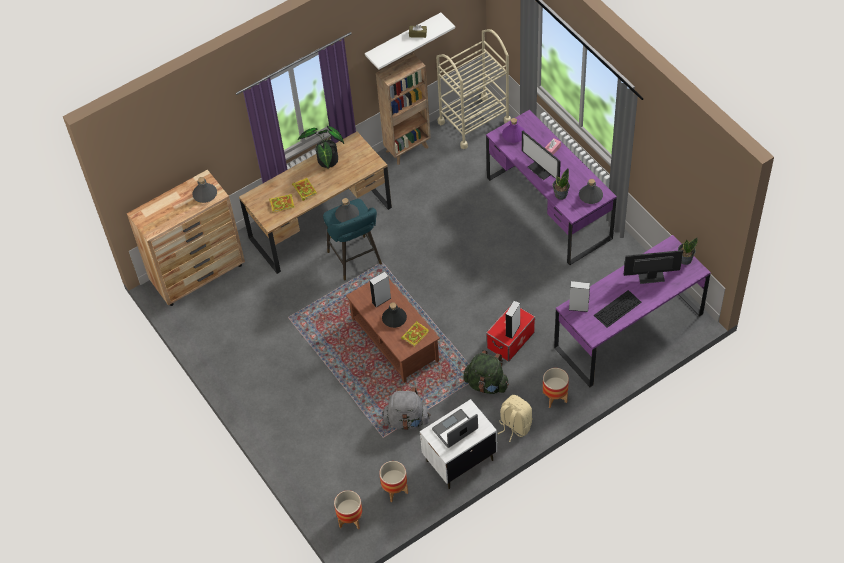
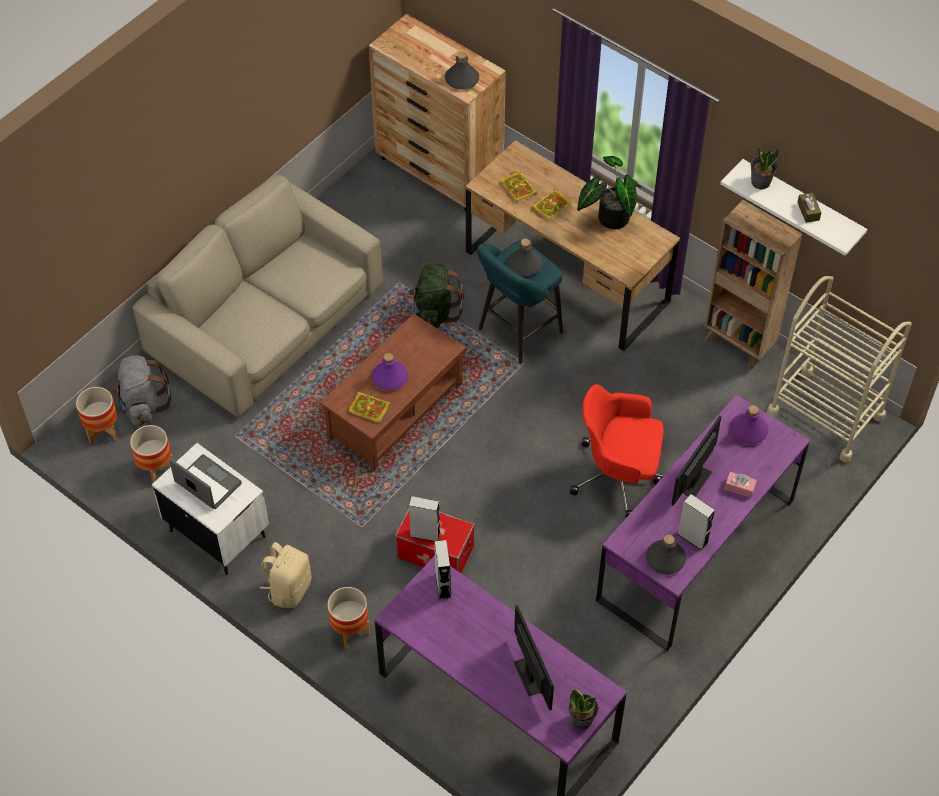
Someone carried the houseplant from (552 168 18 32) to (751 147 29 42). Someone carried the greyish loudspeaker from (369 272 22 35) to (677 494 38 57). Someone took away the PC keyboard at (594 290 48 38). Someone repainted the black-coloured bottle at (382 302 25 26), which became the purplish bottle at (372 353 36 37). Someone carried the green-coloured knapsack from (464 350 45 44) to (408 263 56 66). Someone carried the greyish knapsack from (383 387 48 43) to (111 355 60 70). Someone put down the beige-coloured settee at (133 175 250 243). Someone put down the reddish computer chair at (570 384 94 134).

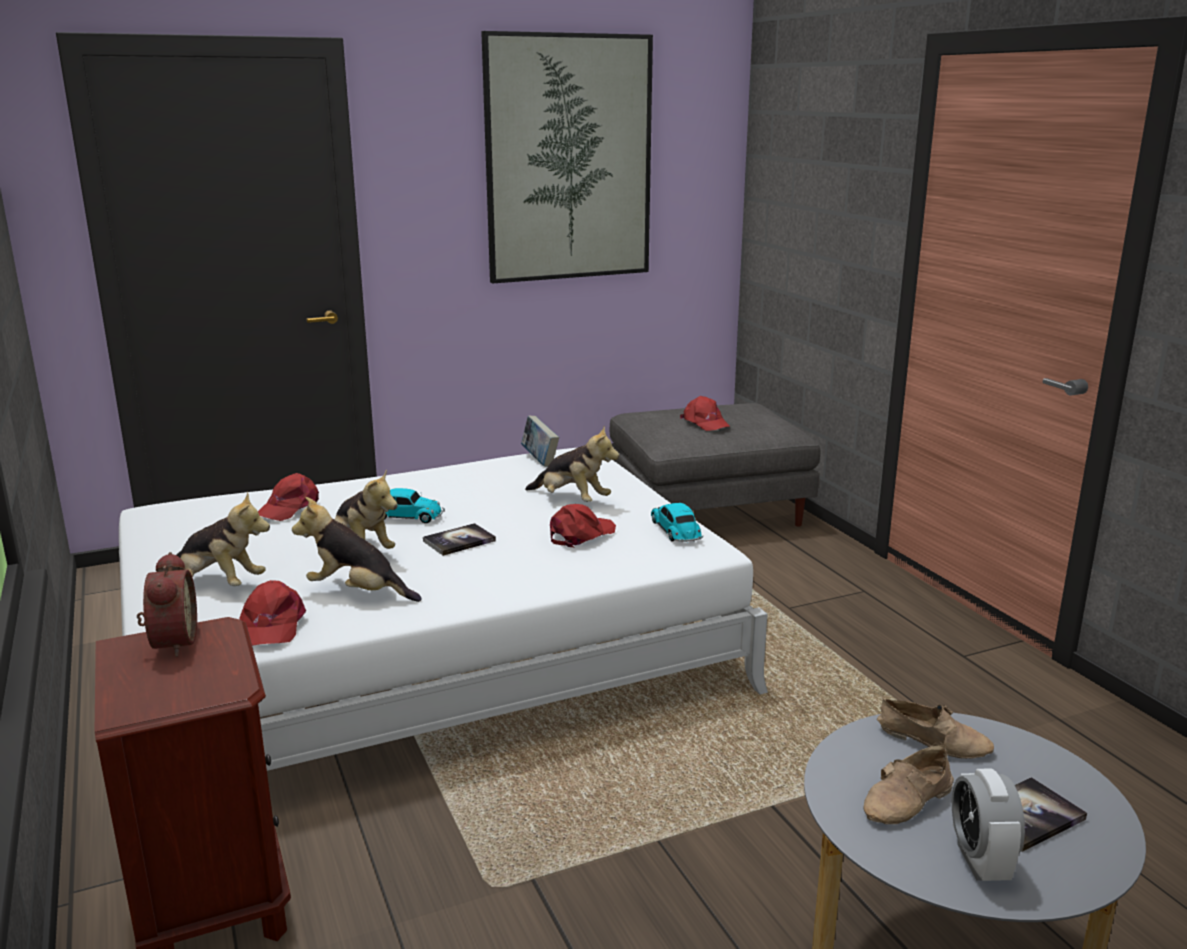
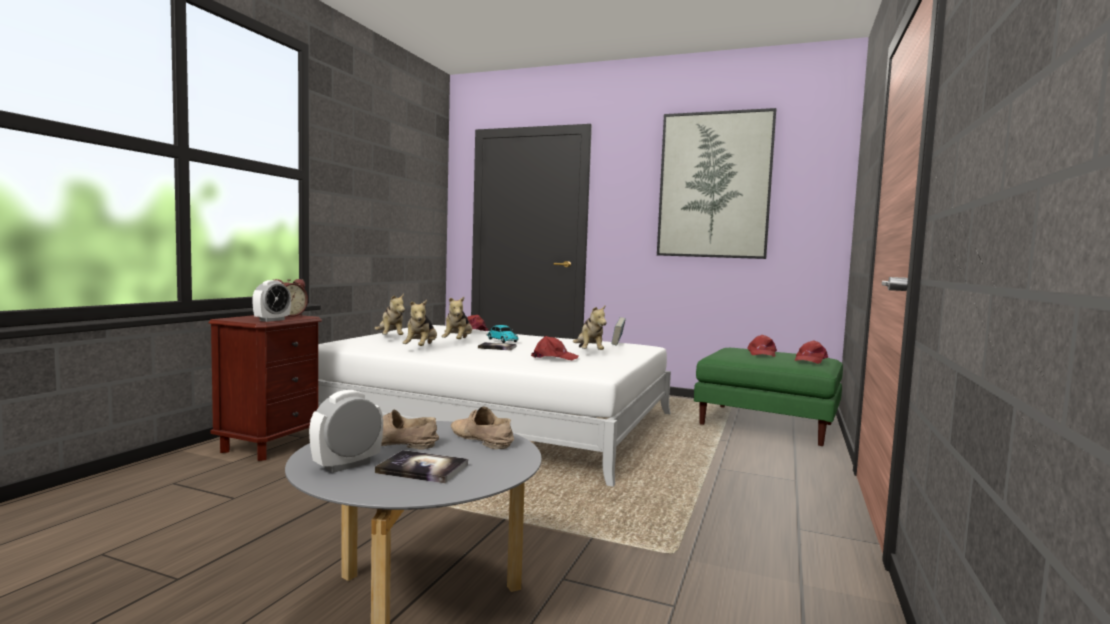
Someone repainted the greyish footrest at (610 403 210 124), which became the green-coloured footrest at (694 348 149 98). Someone rotated the soft toy at (292 497 130 105) by 150 degrees counterclockwise. Someone took away the model car at (651 503 52 40). Someone carried the reddish baseball cap from (239 580 67 66) to (795 341 33 23). Someone rotated the beige-coloured low shoe at (877 698 117 61) by 150 degrees clockwise. Someone put down the alarm clock at (252 280 39 42).

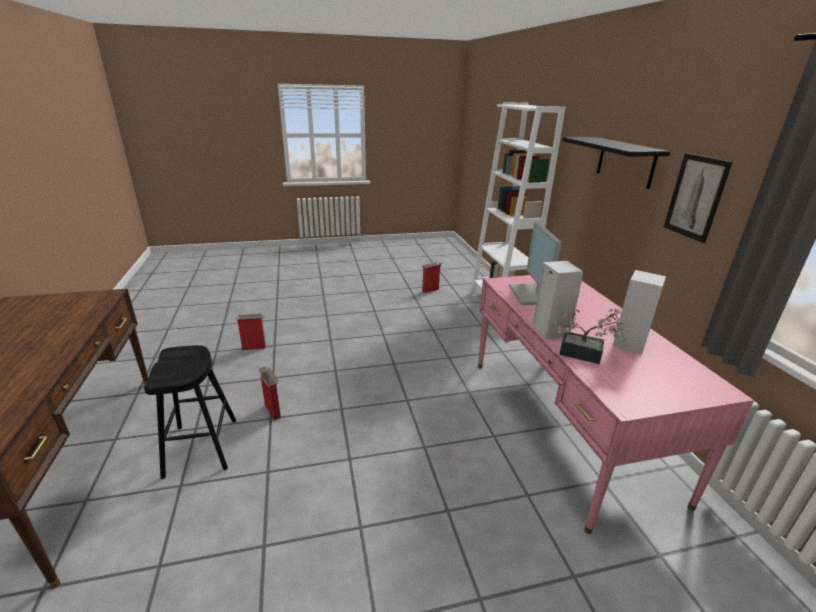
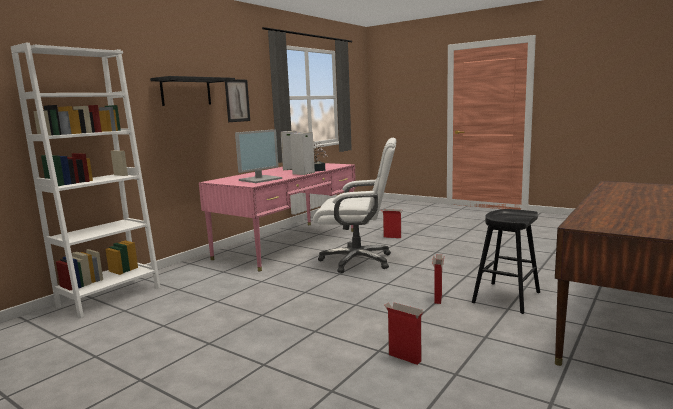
Someone carried the packing box from (422 262 20 31) to (381 209 21 29). Someone put down the white-coloured computer chair at (313 138 83 135).

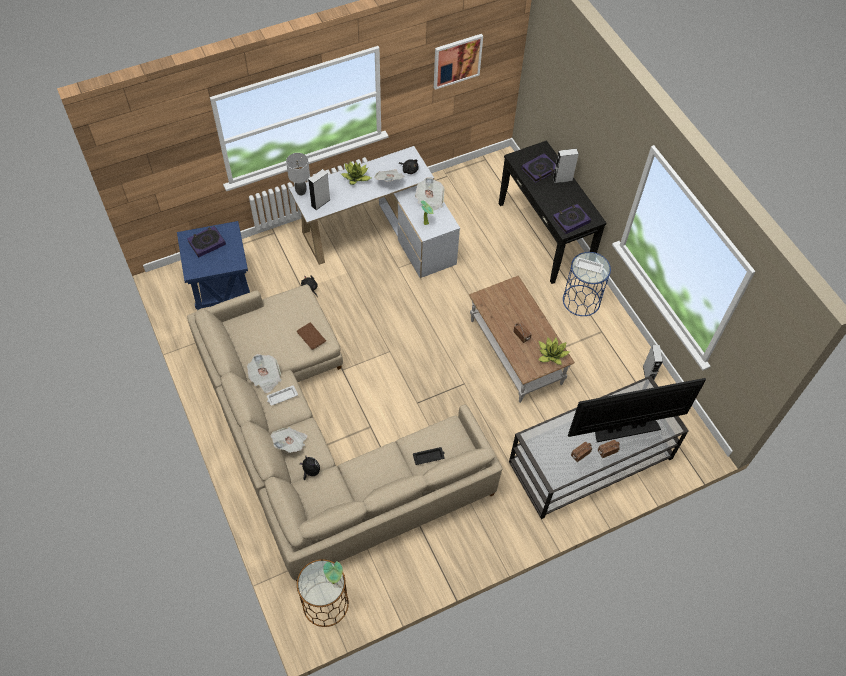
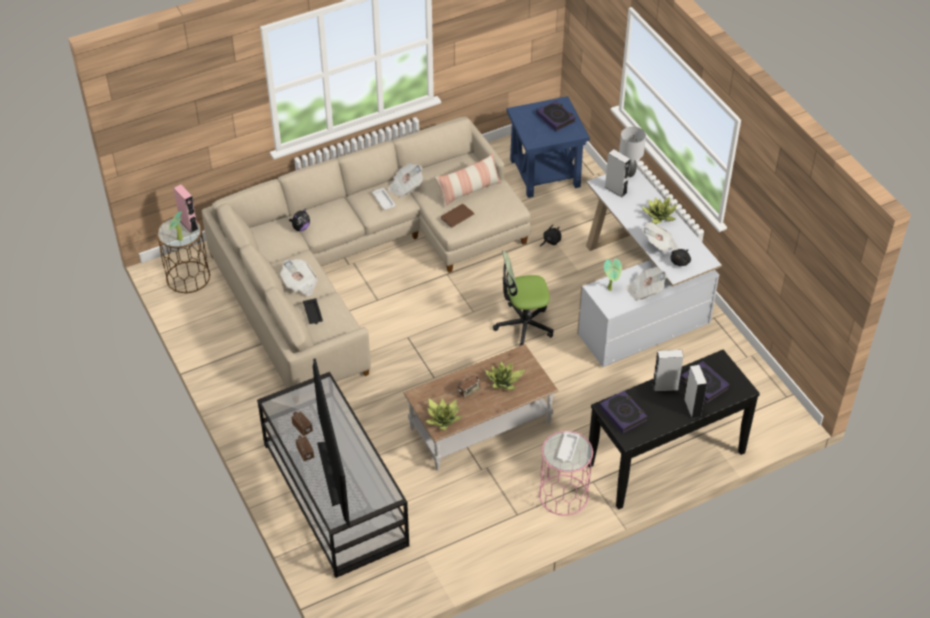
Someone took away the wall art at (434 34 49 56). Someone repainted the bluish end table at (563 252 48 64), which became the pink-coloured end table at (539 431 54 85). Someone carried the greyish loudspeaker from (643 345 20 35) to (652 350 31 42). Someone carried the daily paper from (271 427 37 26) to (280 259 39 37). Someone put down the cushion at (435 153 66 54). Someone put down the pink-coloured loudspeaker at (173 184 25 49). Someone put down the computer chair at (493 251 60 95). Someone put down the houseplant at (485 362 40 28).

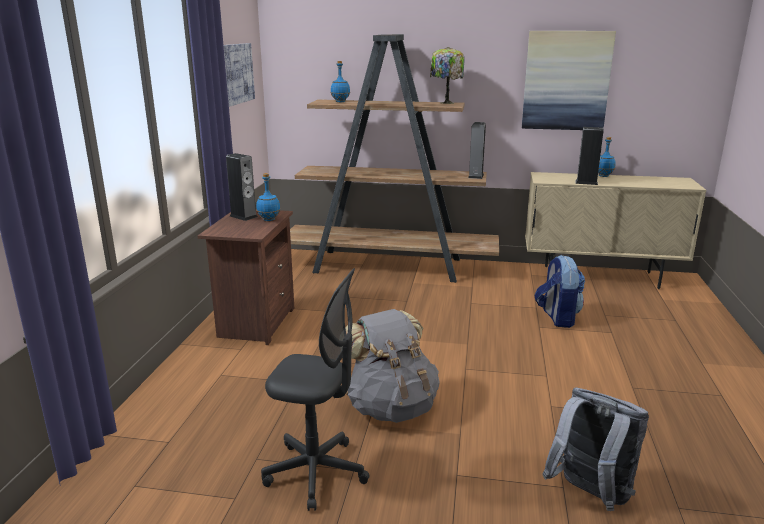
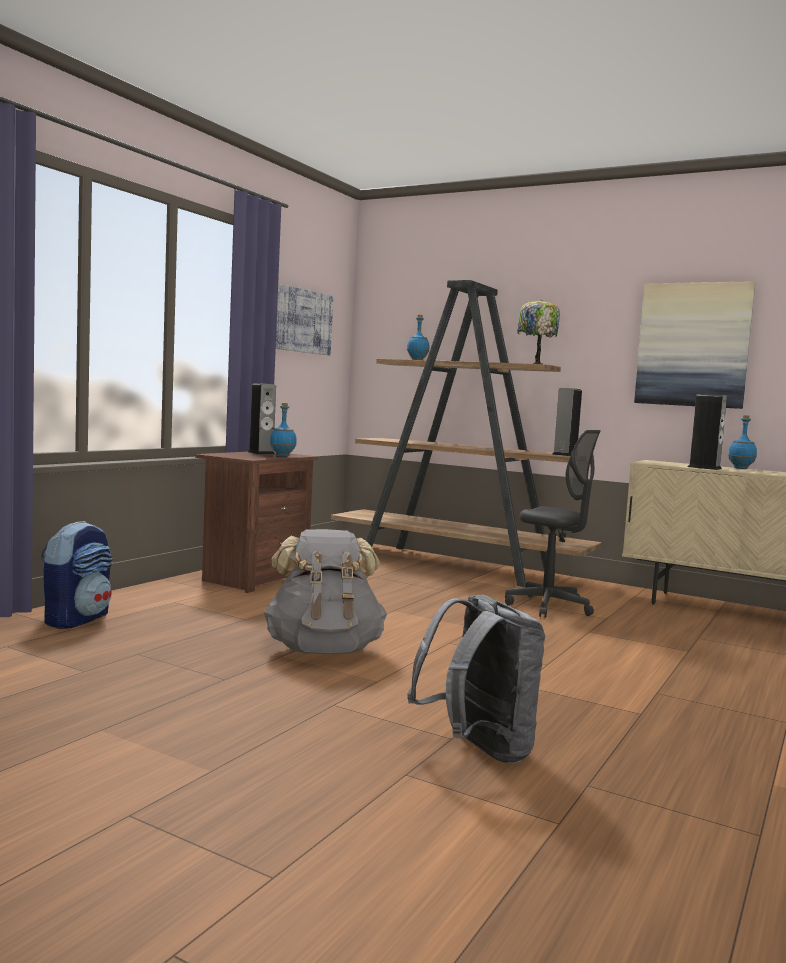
Someone carried the knapsack from (535 255 50 73) to (41 521 72 108). Someone carried the greyish computer chair from (261 268 109 243) to (505 430 96 188).

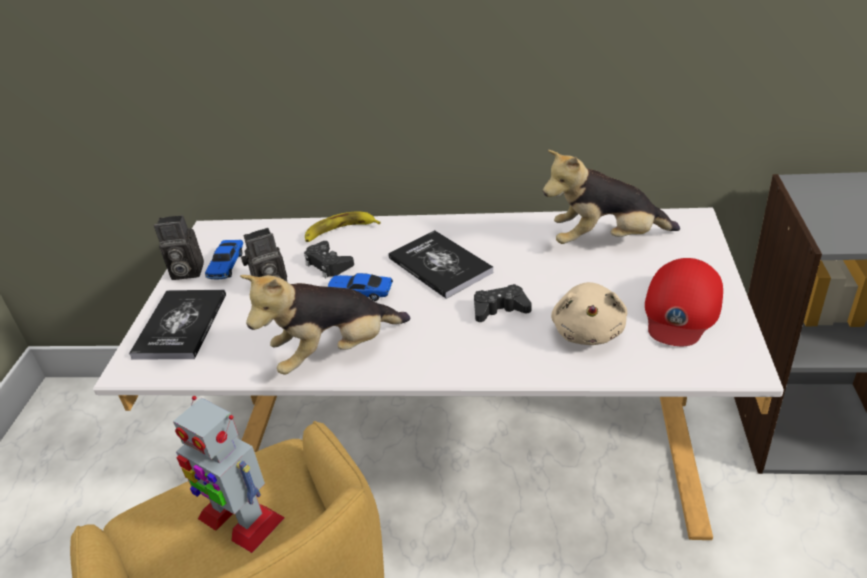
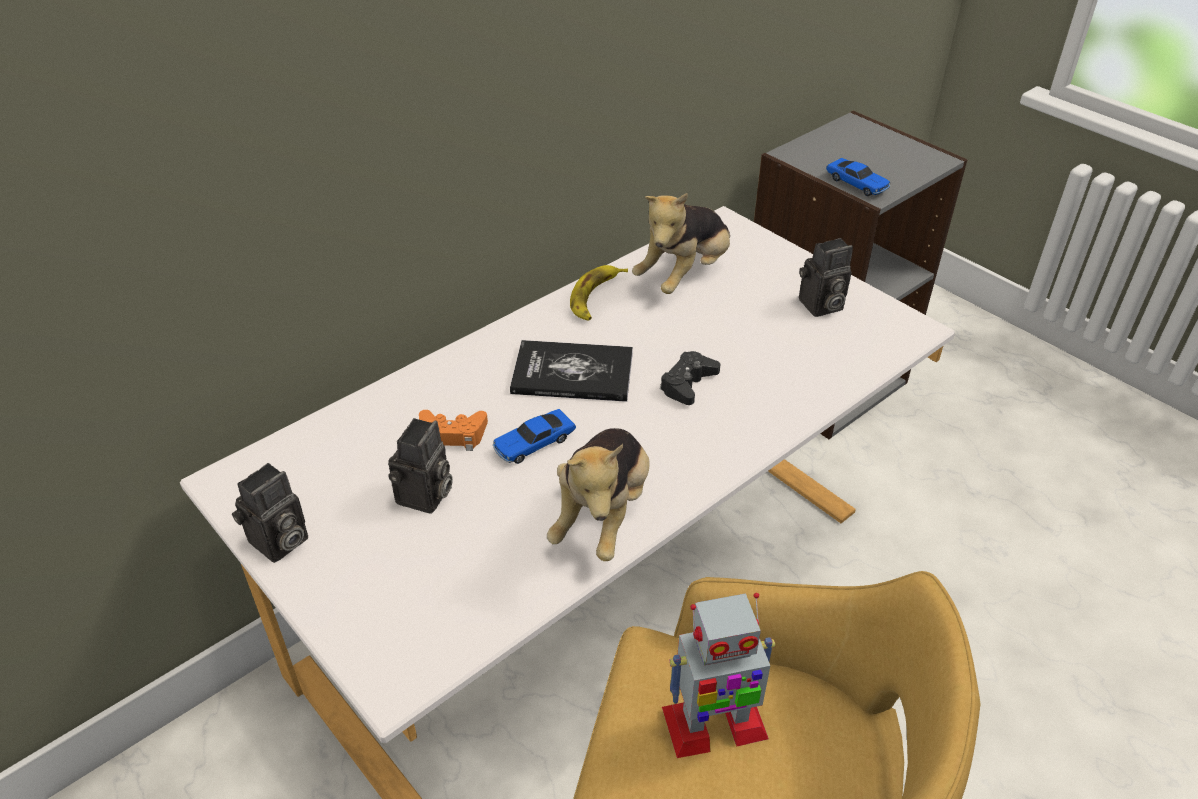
Someone carried the whole banana from (305 212 76 30) to (570 265 58 56). Someone carried the model car from (205 240 38 39) to (826 158 64 38). Someone repainted the black-coloured gamepad at (304 241 50 37), which became the orangey gamepad at (419 410 69 41). Someone swapped the reddish baseball cap at (645 258 78 88) for the still camera at (799 238 54 79). Someone took away the beige-coloured soft toy at (551 282 76 63). Someone took away the book at (129 290 97 69).

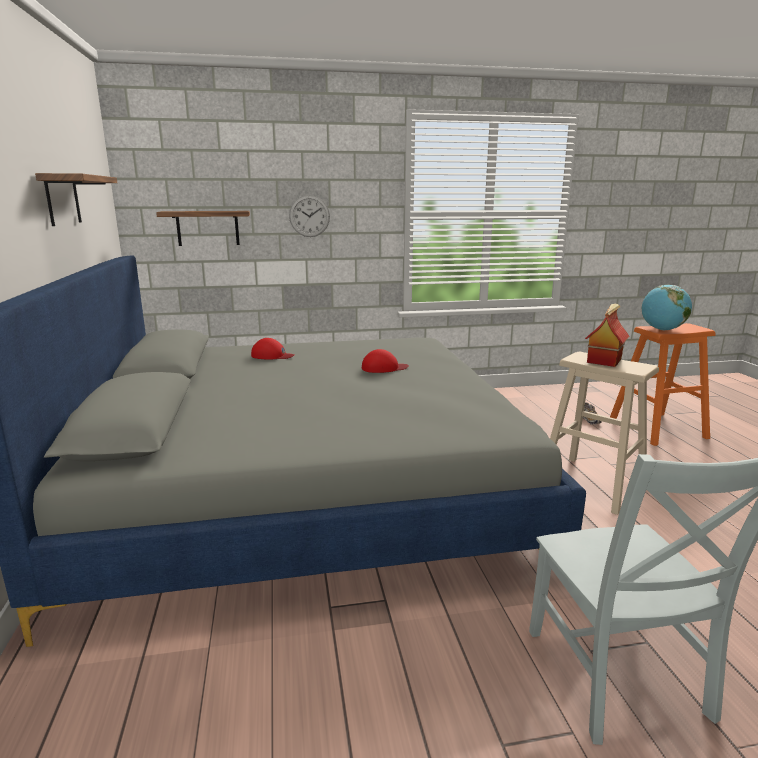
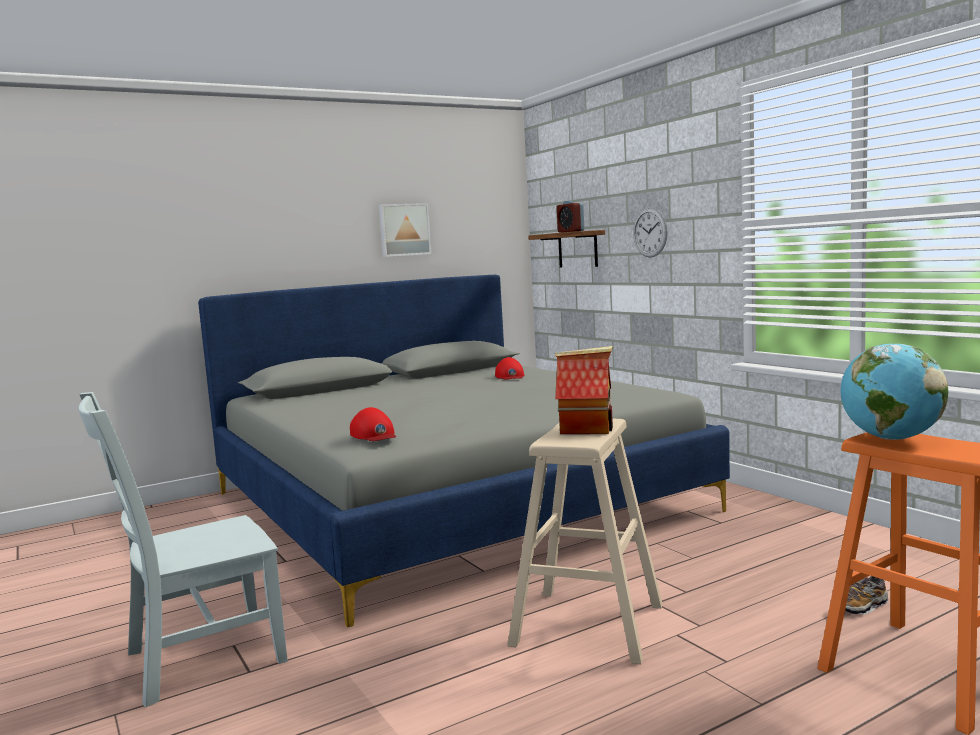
Someone swapped the shelf at (35 173 82 53) for the wall art at (379 203 53 54). Someone carried the reddish baseball cap from (362 349 47 24) to (350 407 46 34). Someone put down the alarm clock at (557 201 27 32).

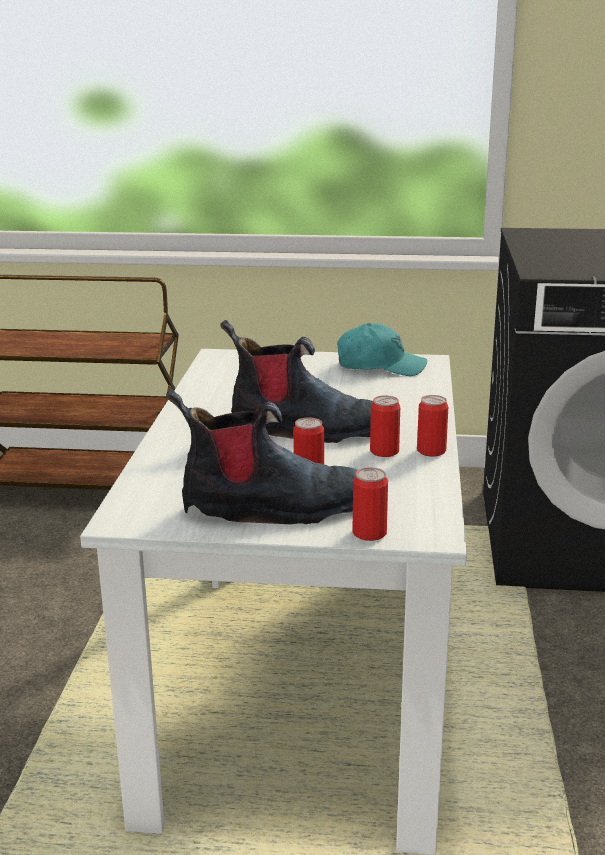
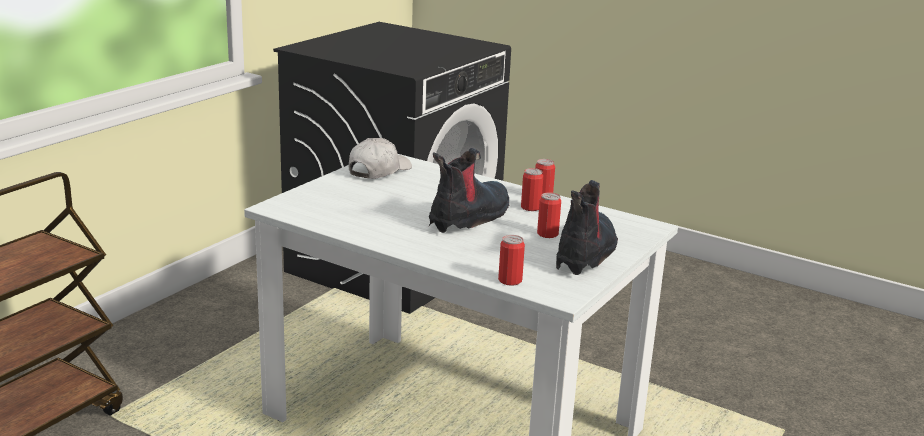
Someone repainted the turquoise baseball cap at (337 323 90 53), which became the white-coloured baseball cap at (349 138 63 41). Someone carried the sealed can from (352 467 36 74) to (498 235 27 51).

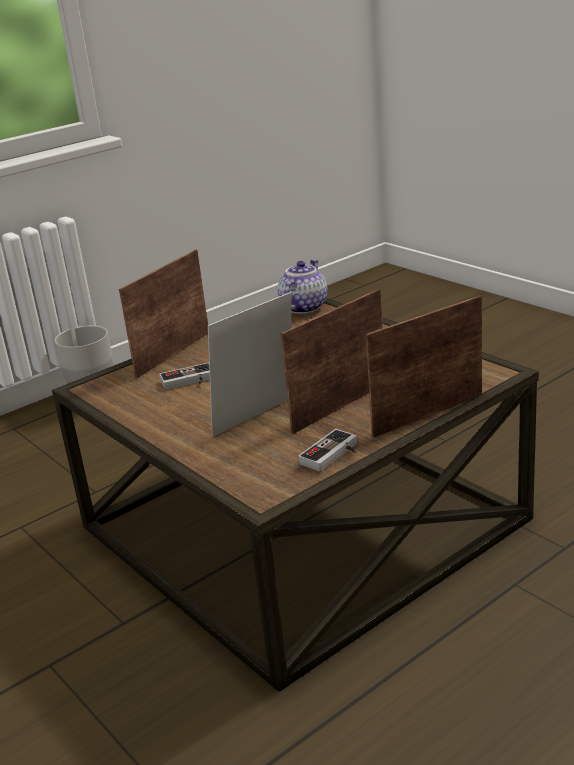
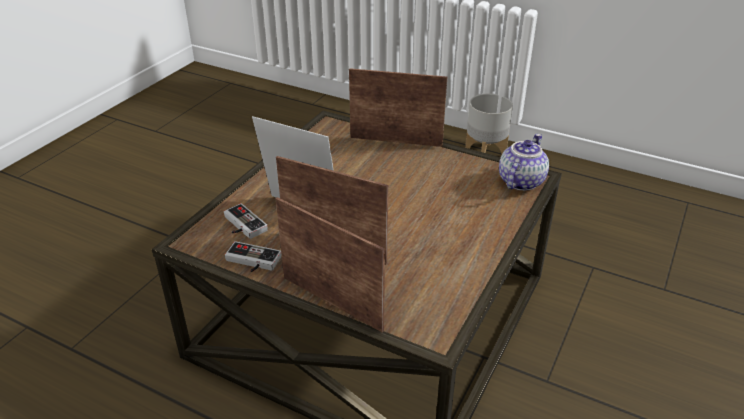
Someone rotated the teapot at (278 259 50 55) by 60 degrees counterclockwise. Someone carried the gamepad from (159 363 51 27) to (224 203 44 36).

